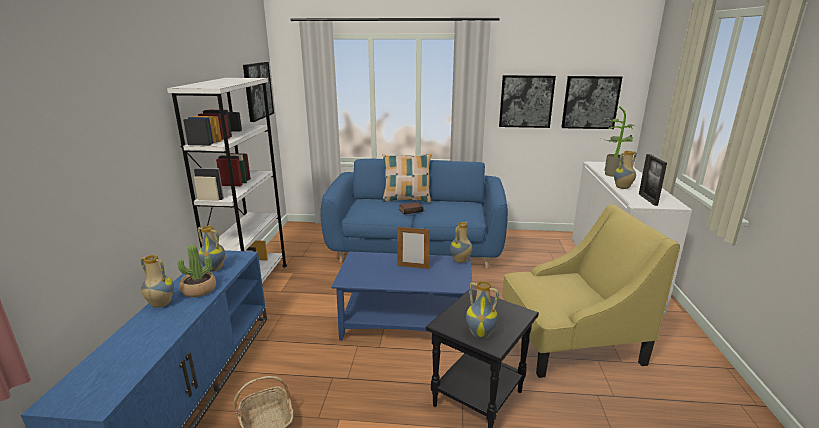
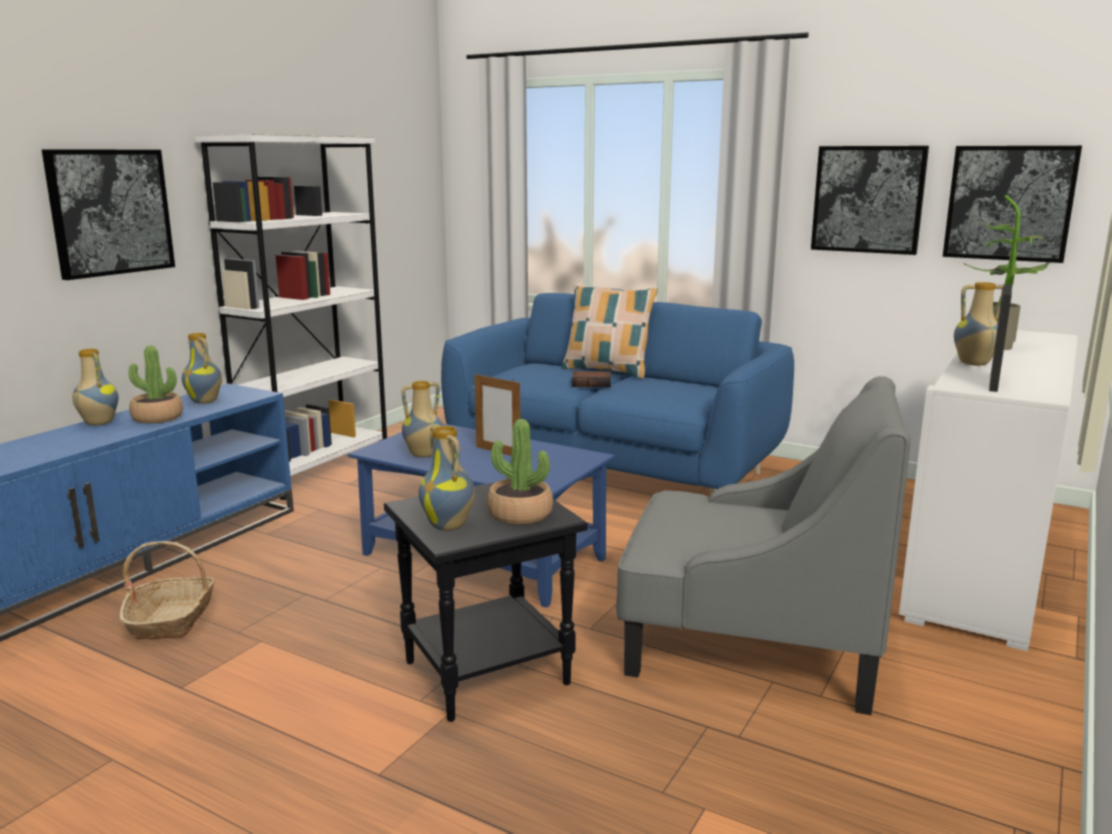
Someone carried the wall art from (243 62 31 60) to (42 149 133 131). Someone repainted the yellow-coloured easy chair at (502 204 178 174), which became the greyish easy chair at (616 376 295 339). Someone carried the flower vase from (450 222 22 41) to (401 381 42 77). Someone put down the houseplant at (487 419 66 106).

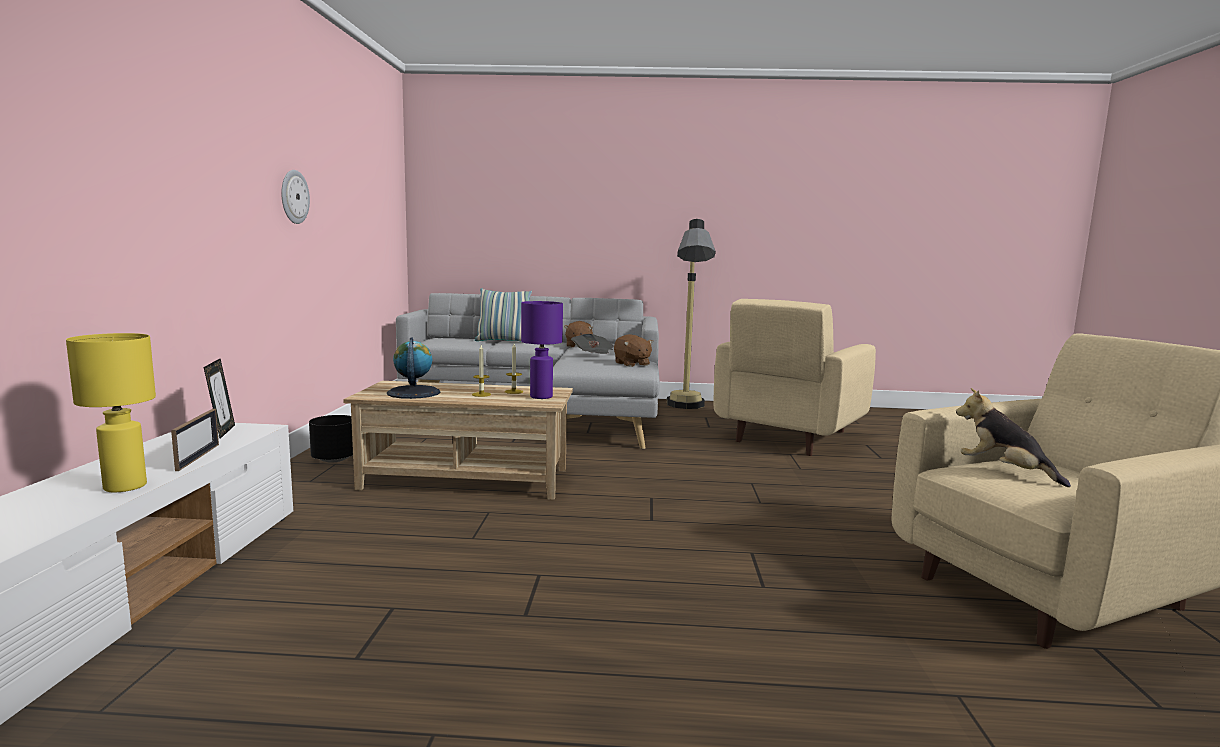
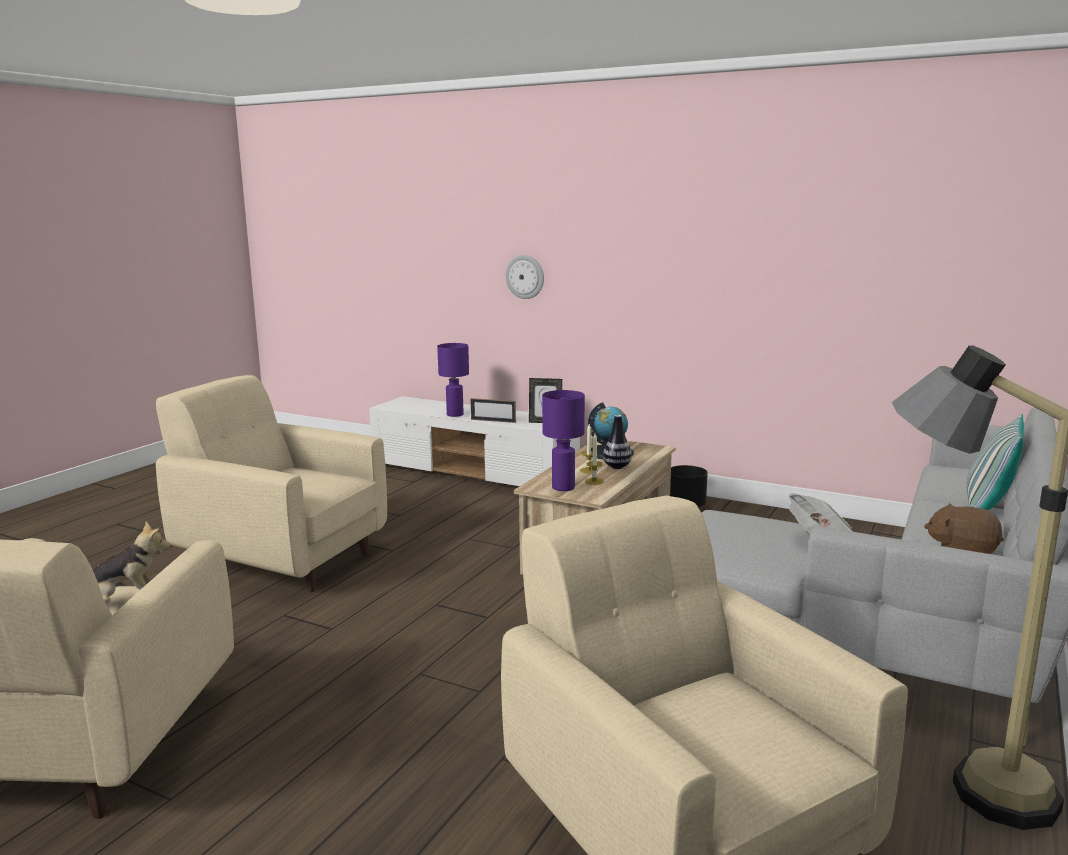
Someone carried the wall clock from (281 170 29 54) to (505 255 39 44). Someone repainted the yellow-coloured tabletop lamp at (66 333 90 159), which became the purplish tabletop lamp at (437 343 32 74). Someone took away the brown soft toy at (614 334 40 33). Someone put down the beige-coloured easy chair at (156 375 231 217). Someone put down the flower vase at (603 415 29 54).

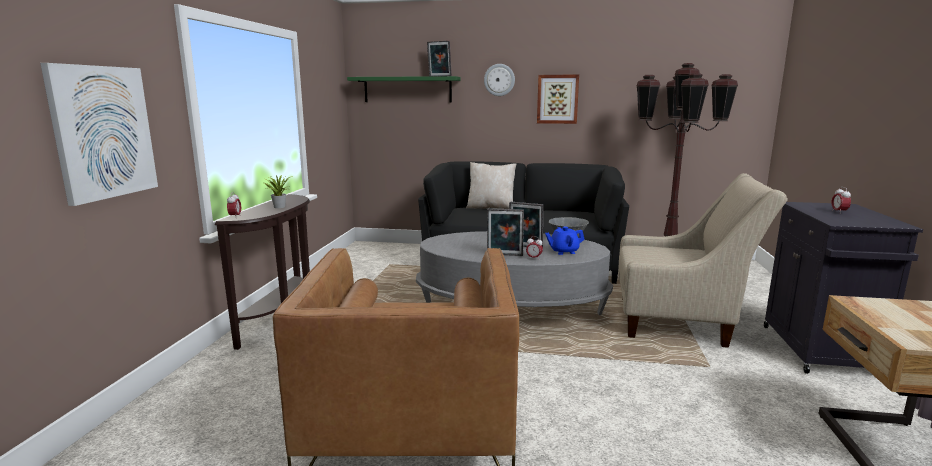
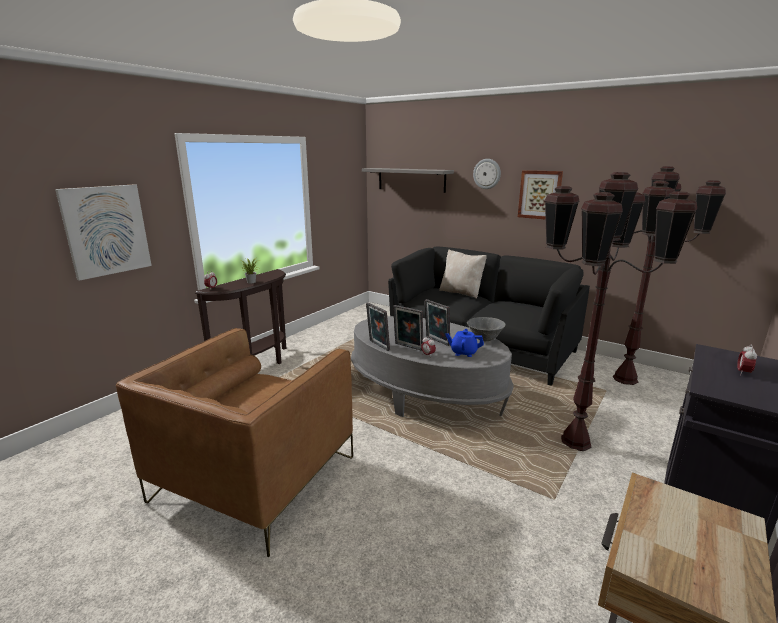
Someone carried the photo frame from (427 41 25 35) to (366 303 24 48). Someone repainted the green-coloured shelf at (347 76 114 26), which became the greyish shelf at (362 168 92 25). Someone swapped the beige-coloured easy chair at (618 173 170 175) for the brown standing lamp at (545 172 152 279).

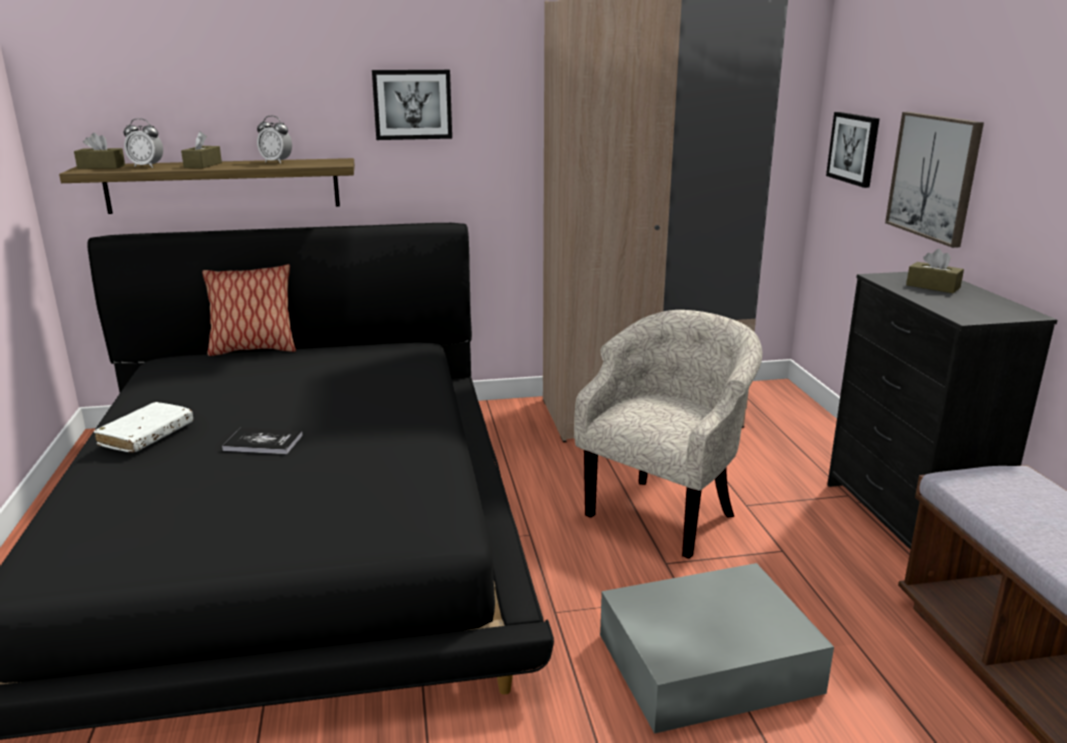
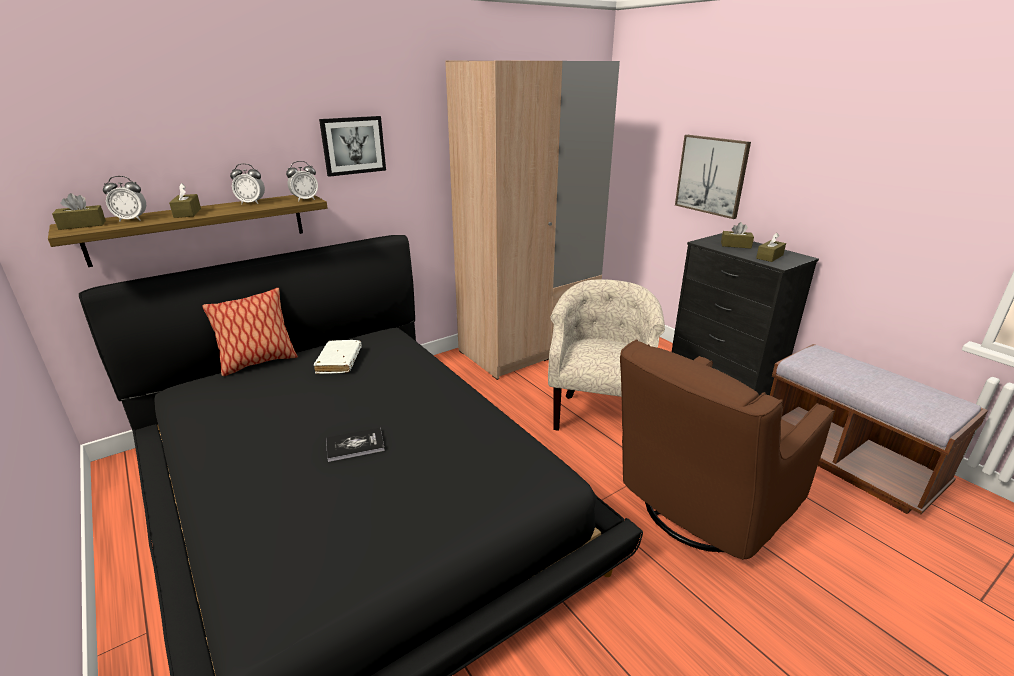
Someone took away the wall art at (826 112 54 76). Someone carried the white-coloured book from (94 402 99 51) to (314 340 48 34). Someone swapped the greyish storage container at (600 563 234 171) for the brown easy chair at (620 340 215 220). Someone put down the alarm clock at (286 161 32 41). Someone put down the brown tissue holder at (756 233 30 29).

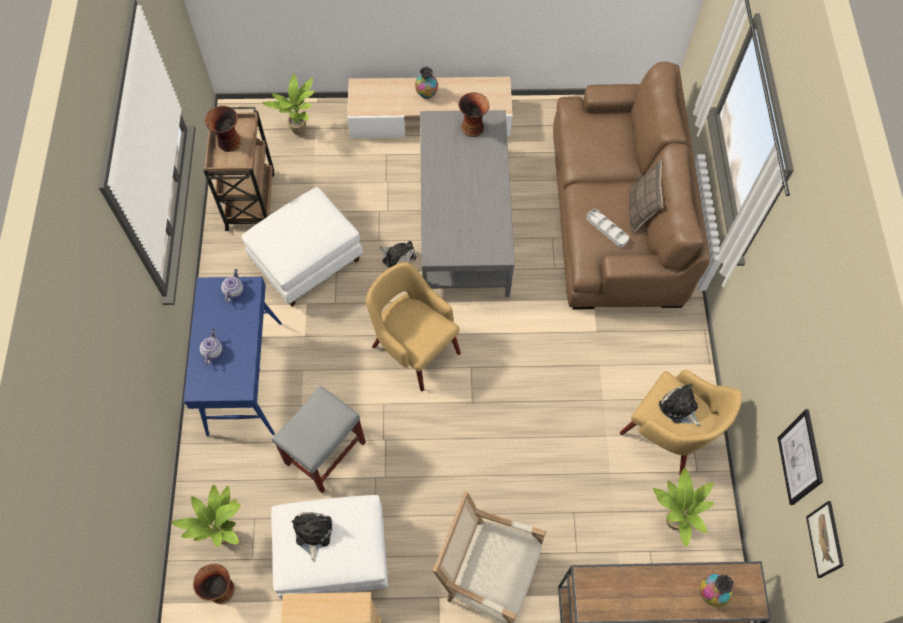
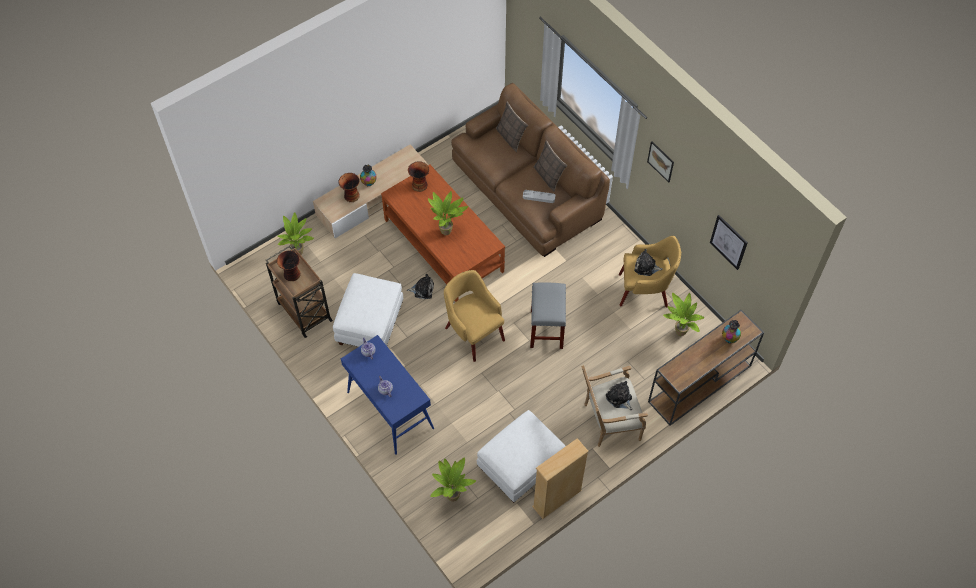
Someone repainted the greyish lounge table at (420 110 95 187), which became the brown lounge table at (381 165 124 137). Someone rotated the yellow-coloured easy chair at (366 262 95 129) by 45 degrees clockwise. Someone carried the greyish stool seat from (272 385 94 108) to (530 282 36 67). Someone carried the wall art from (806 501 38 77) to (647 141 27 42). Someone carried the soft toy from (292 512 41 50) to (606 381 27 29). Someone carried the flower vase from (193 564 42 40) to (338 173 22 29). Someone put down the cushion at (496 102 32 50). Someone put down the houseplant at (428 191 40 44).

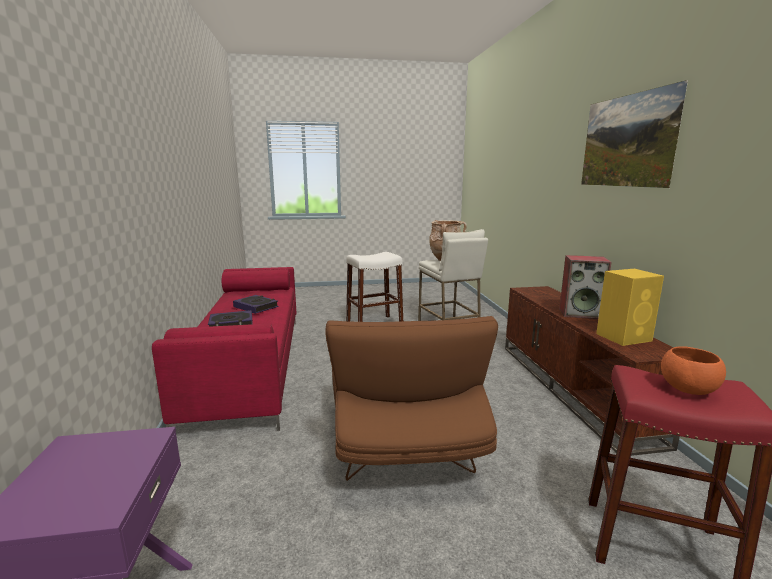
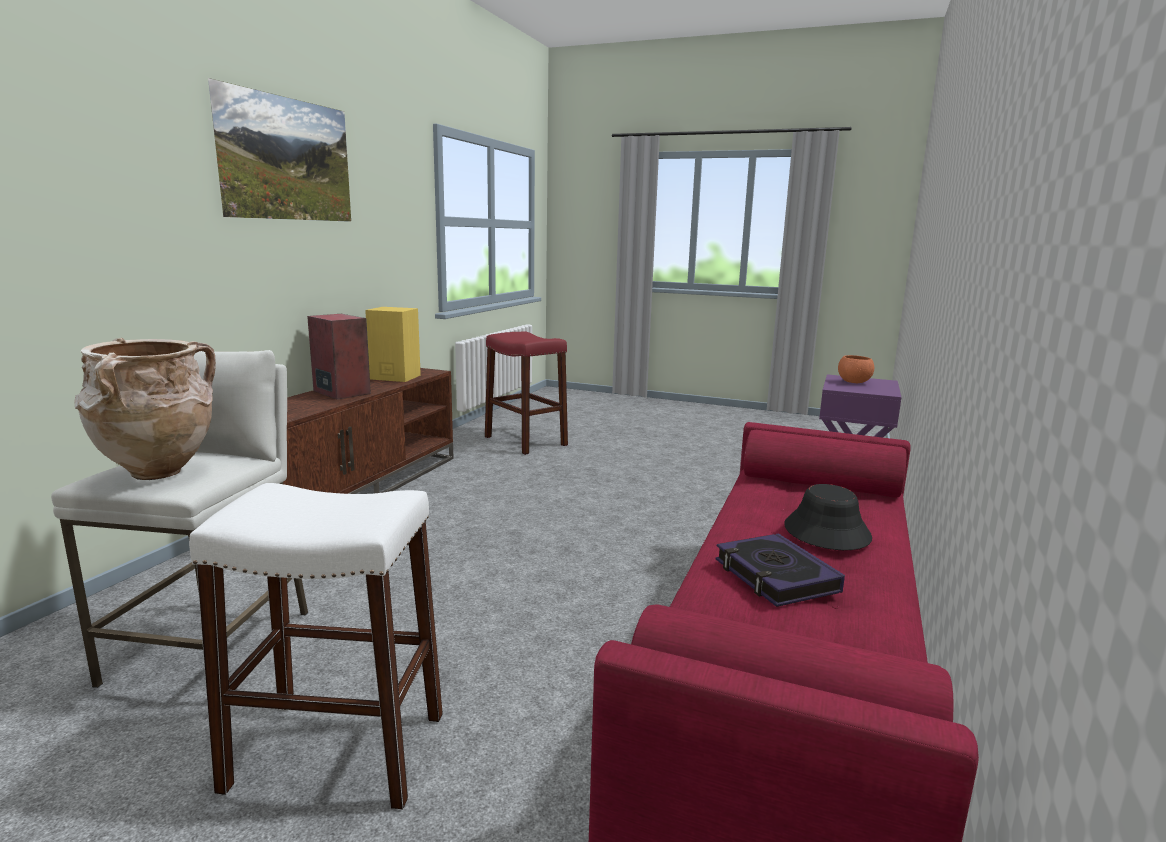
Someone swapped the book at (208 310 45 17) for the black-coloured clothing hat at (784 484 88 66). Someone took away the brown easy chair at (325 316 173 165). Someone carried the orangey bowl from (661 346 65 49) to (838 355 36 28).

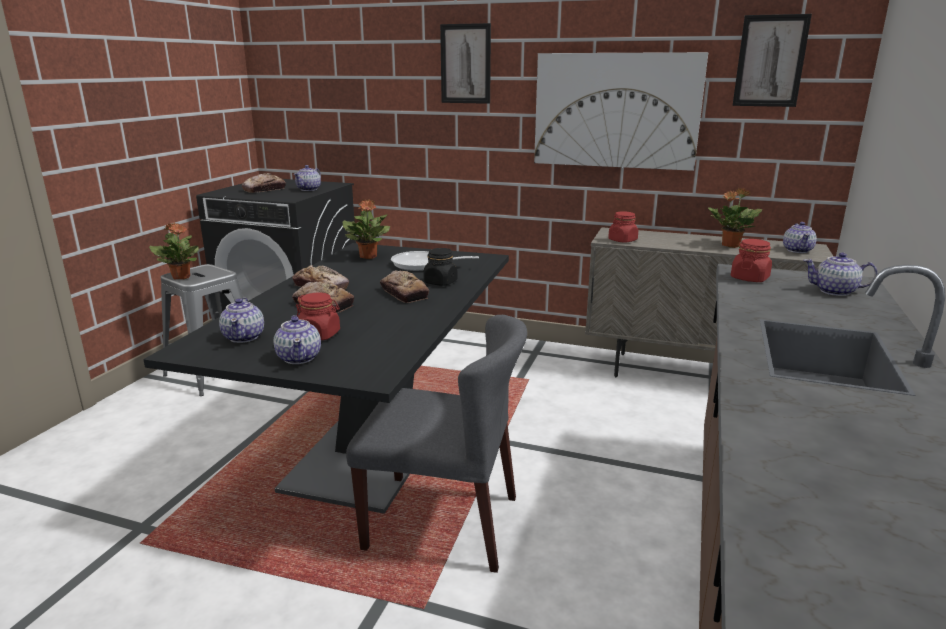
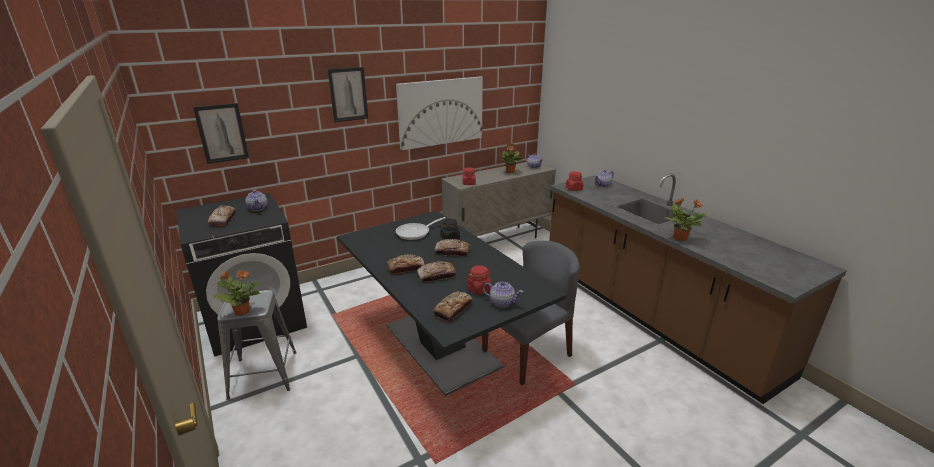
Someone carried the wall art from (732 14 80 93) to (193 103 56 61). Someone carried the houseplant from (342 199 48 60) to (664 198 42 43). Someone swapped the teapot at (219 298 45 45) for the bakery bread at (433 291 40 31).

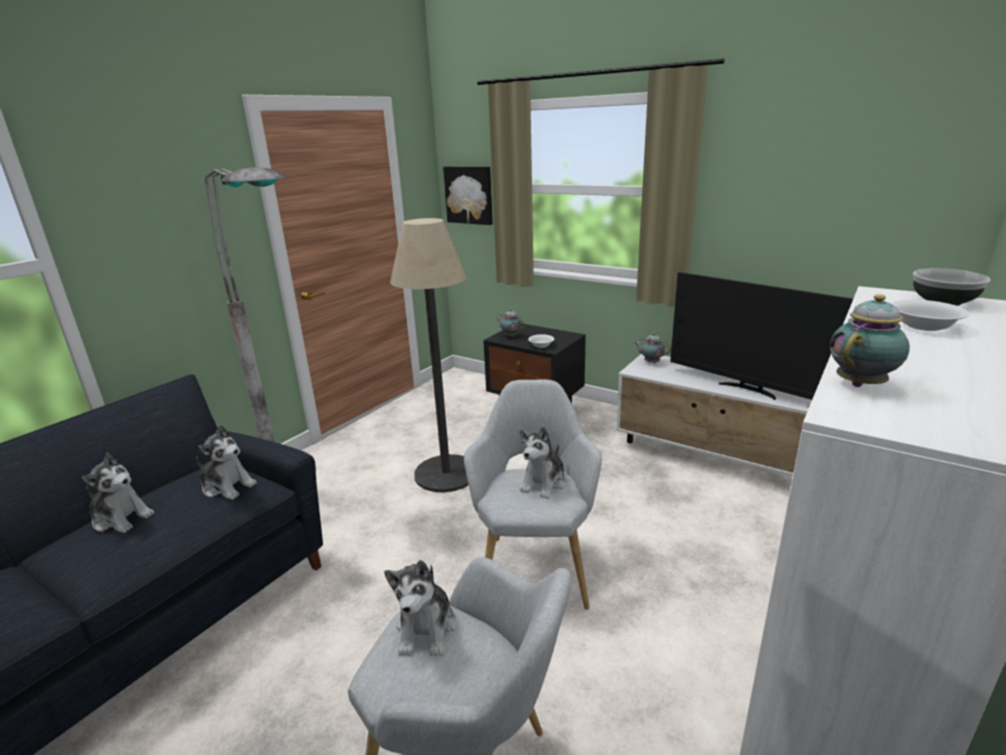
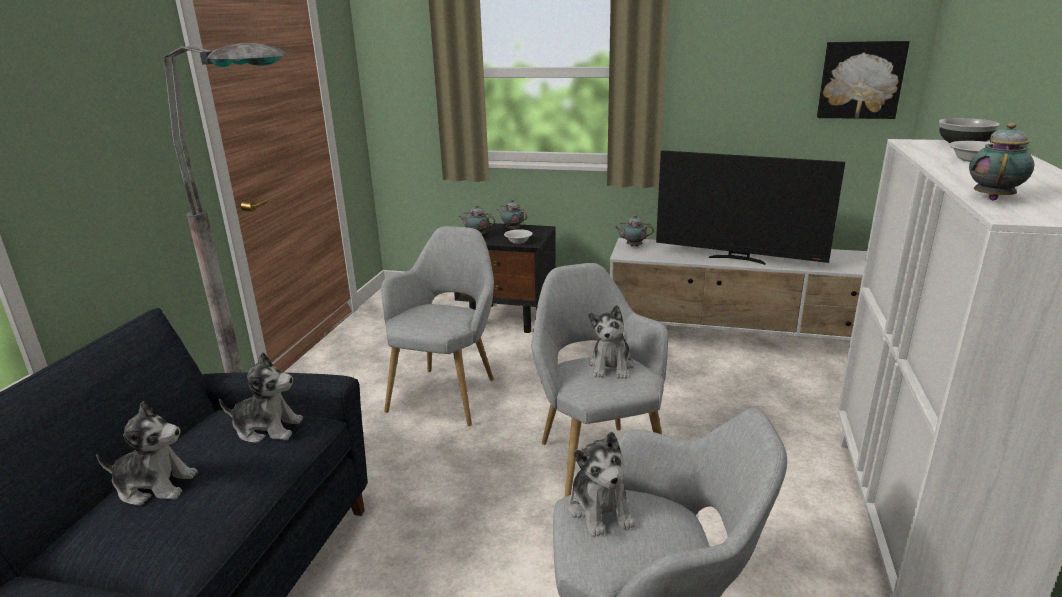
Someone carried the wall art from (443 166 50 59) to (817 41 93 78). Someone swapped the standing lamp at (390 218 79 274) for the greyish easy chair at (381 226 113 200). Someone put down the teapot at (497 199 30 31).

